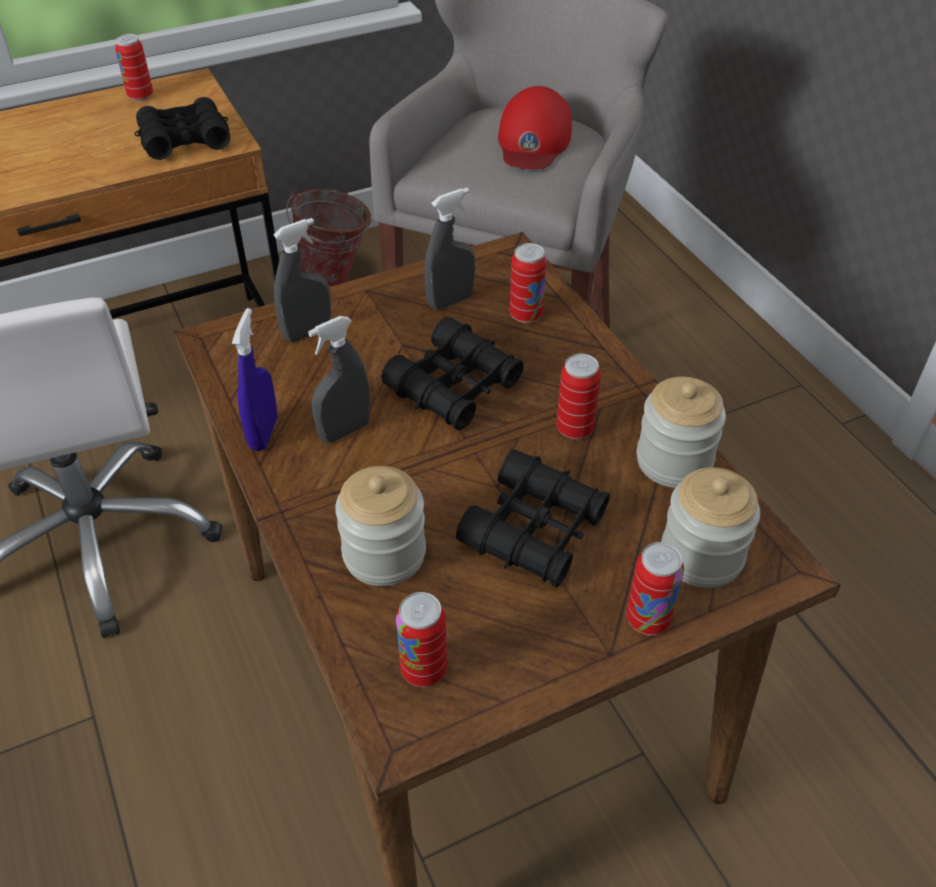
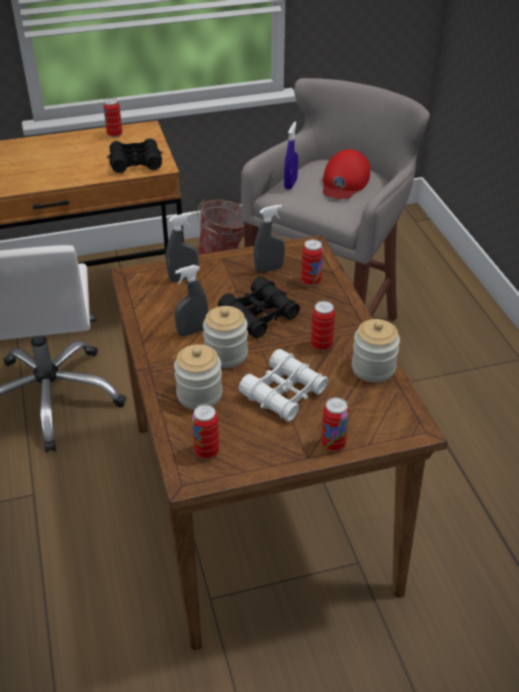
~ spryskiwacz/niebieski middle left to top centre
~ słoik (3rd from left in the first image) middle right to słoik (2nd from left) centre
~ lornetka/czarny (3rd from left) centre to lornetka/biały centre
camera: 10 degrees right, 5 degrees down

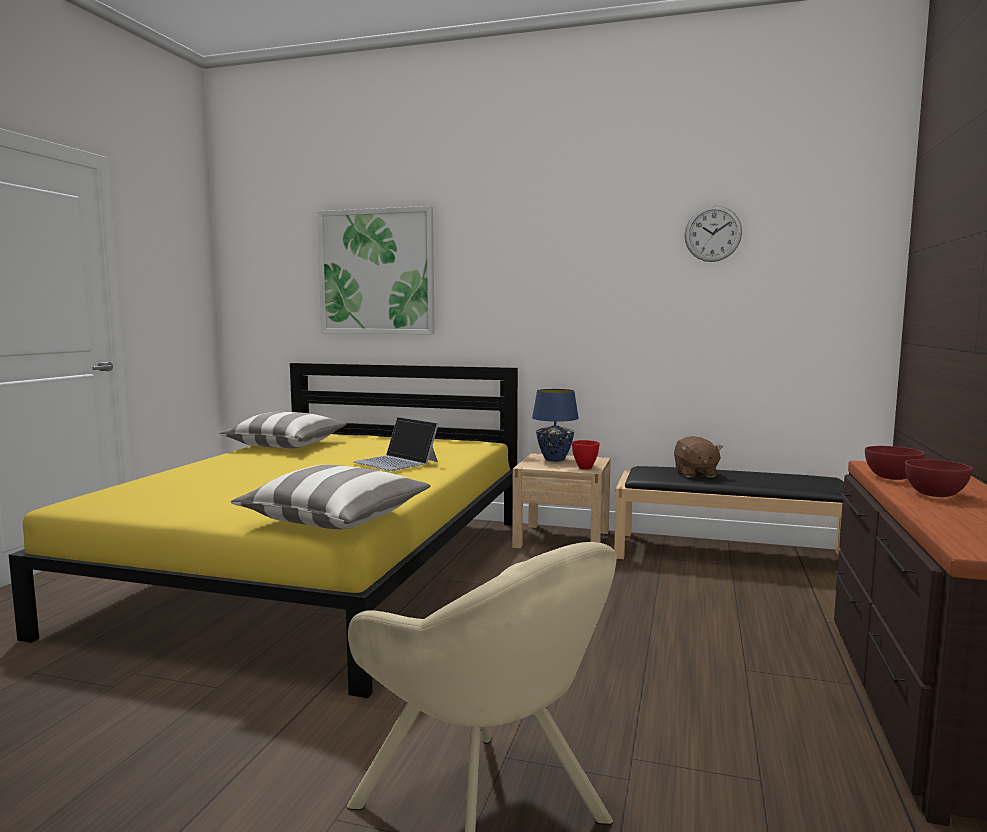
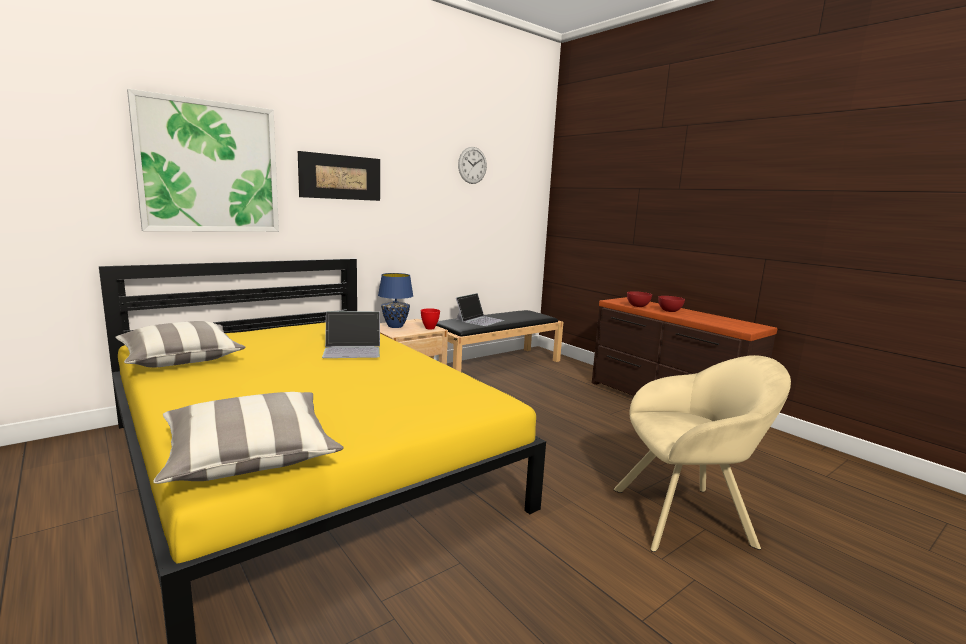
+ obraz (2nd from left) top centre
~ poduszka (2nd from left) centre to bottom left
~ pluszak/brązowy middle right to laptop (2nd from left) centre
camera: 55 degrees left, 5 degrees up

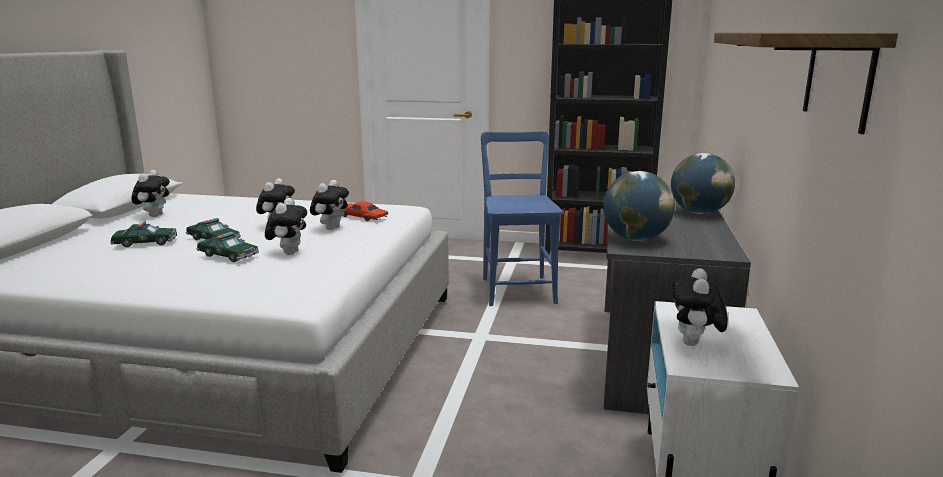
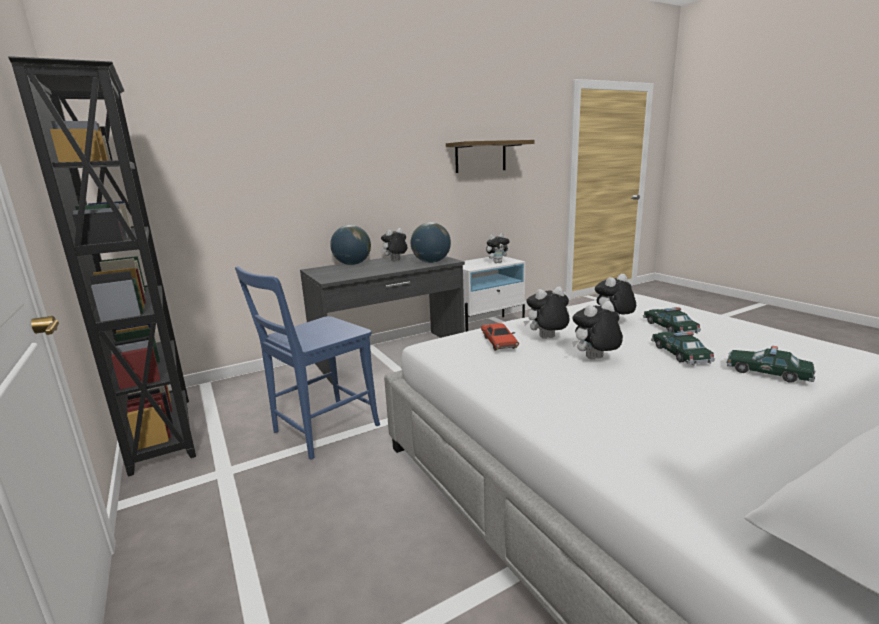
~ pluszak (1st from left) middle left to centre
camera: 130 degrees left, 0 degrees up

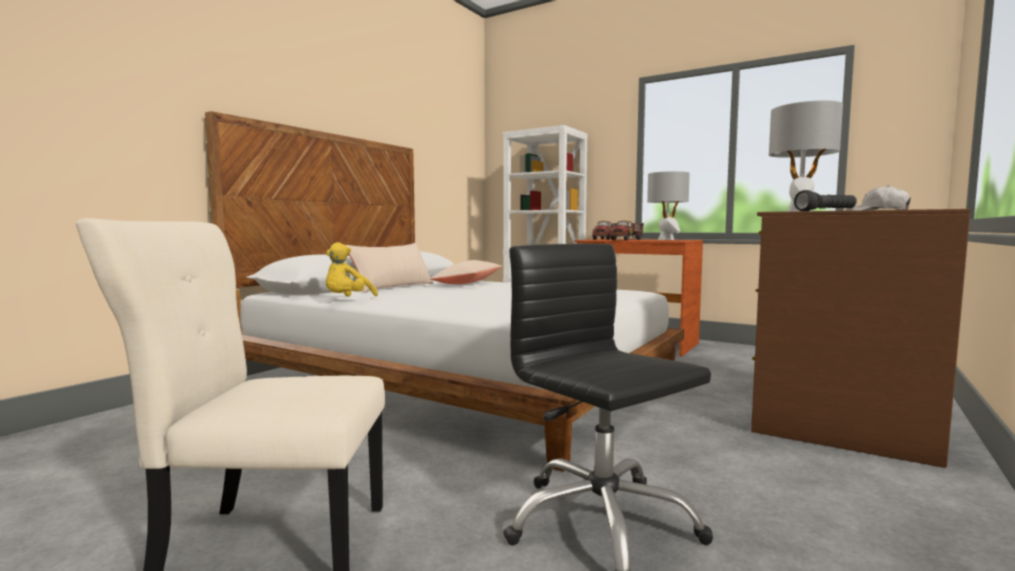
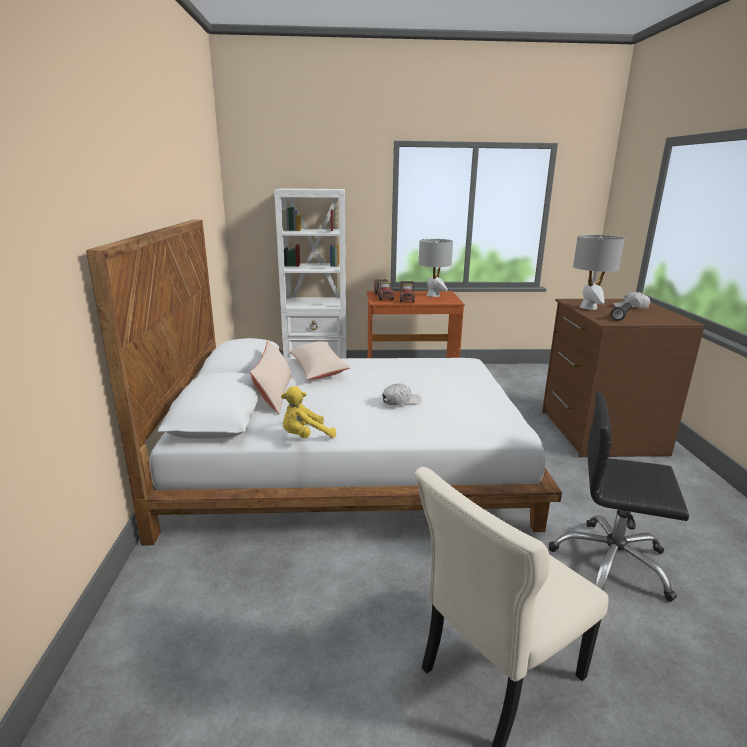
+ czapka z daszkiem/biały (1st from left) centre
~ pluszak/żółty centre = centre 75 degrees clockwise
camera: 35 degrees left, 15 degrees up

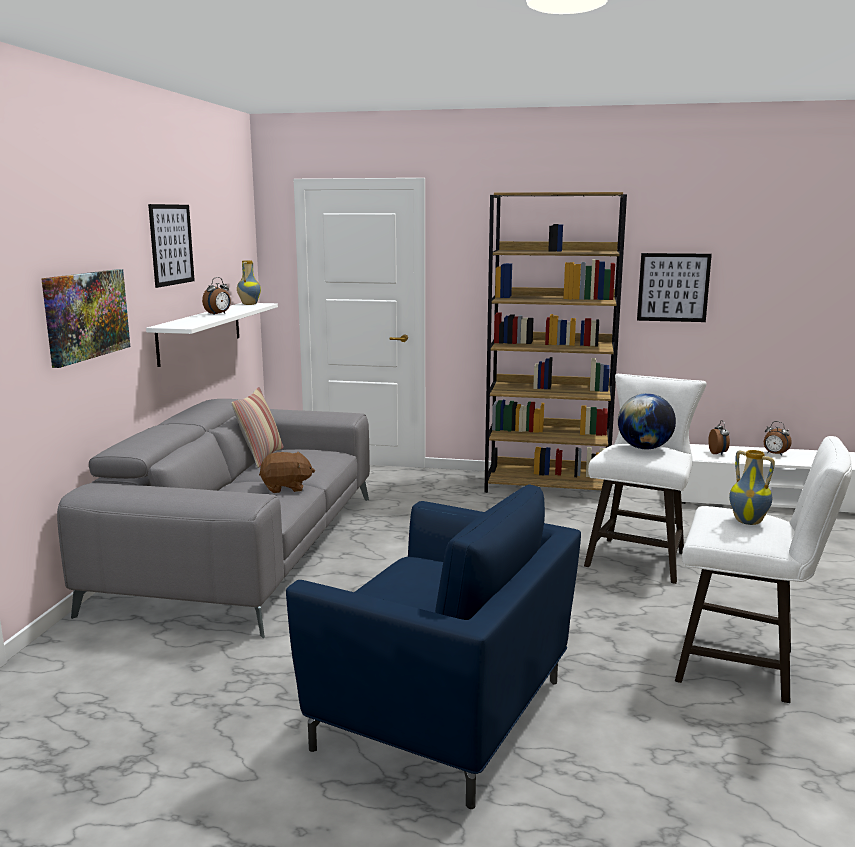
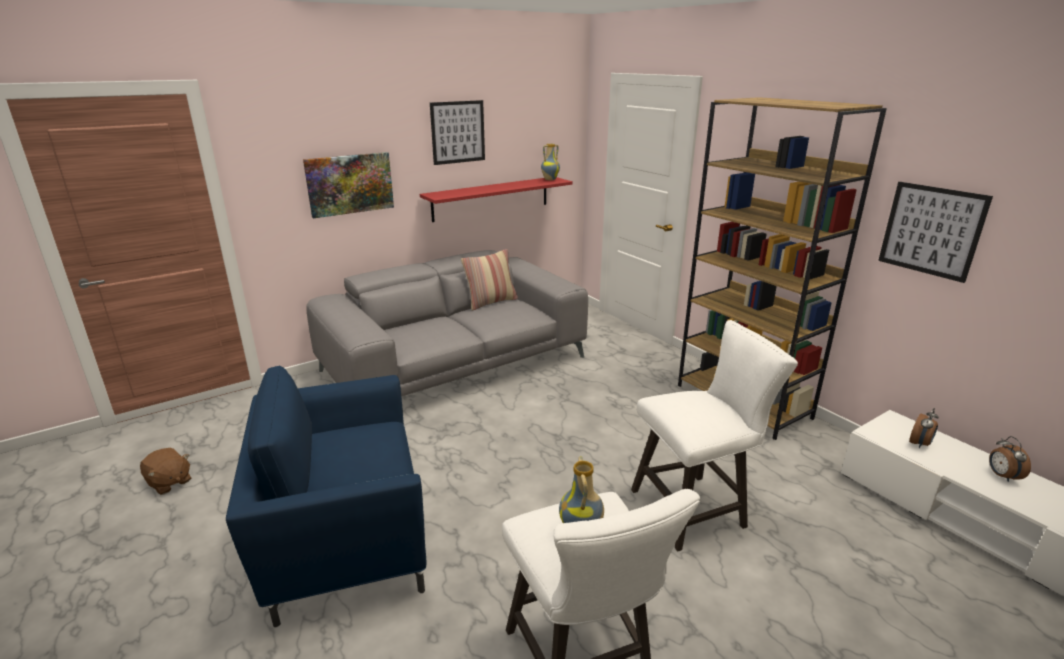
- budzik (1st from left) middle left
- globus middle right
~ pluszak/brązowy centre to bottom left
~ półka/biały middle left to półka/czerwony top centre
~ fotel/niebieski bottom centre = bottom left 90 degrees clockwise
camera: 45 degrees right, 10 degrees up

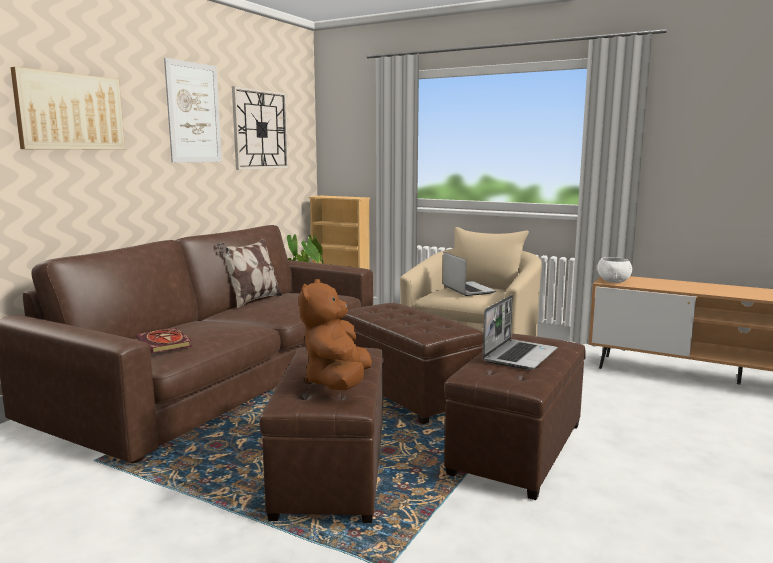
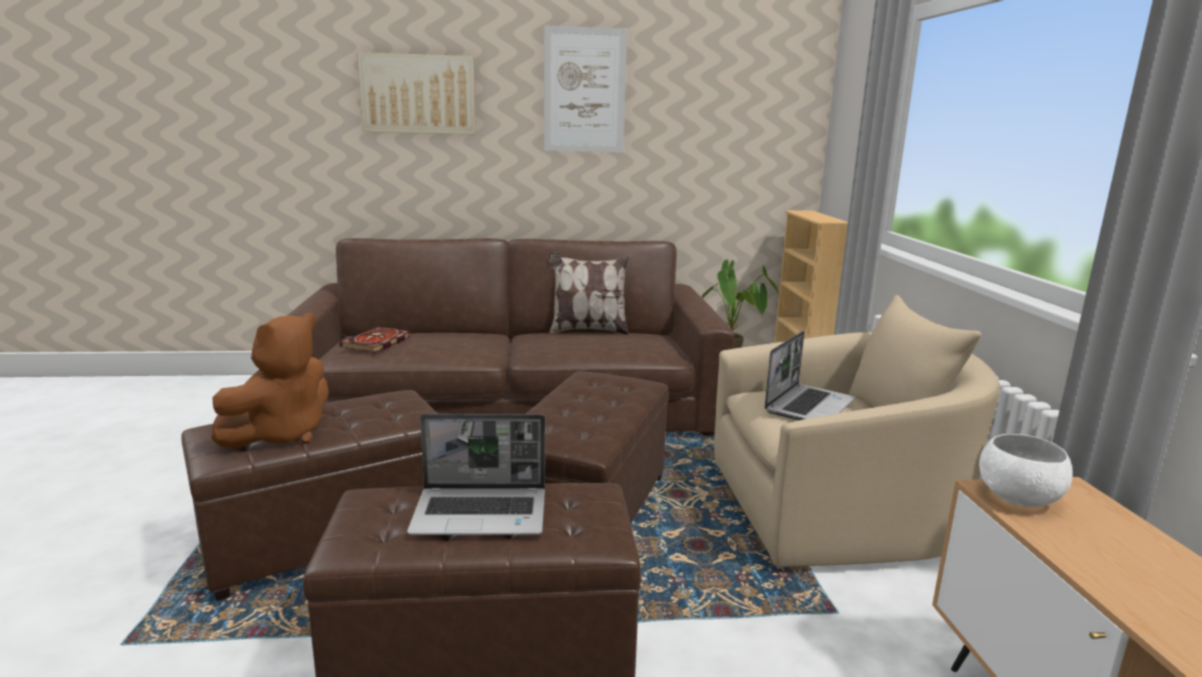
- zegar ścienny top centre
~ pluszak/brązowy centre = middle left 150 degrees clockwise
camera: 55 degrees right, 5 degrees up

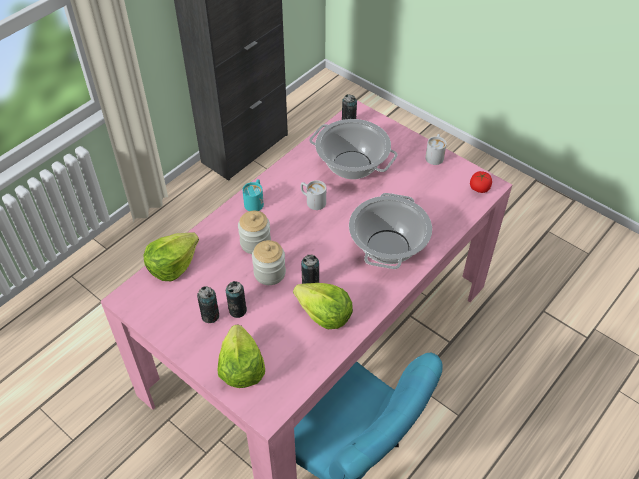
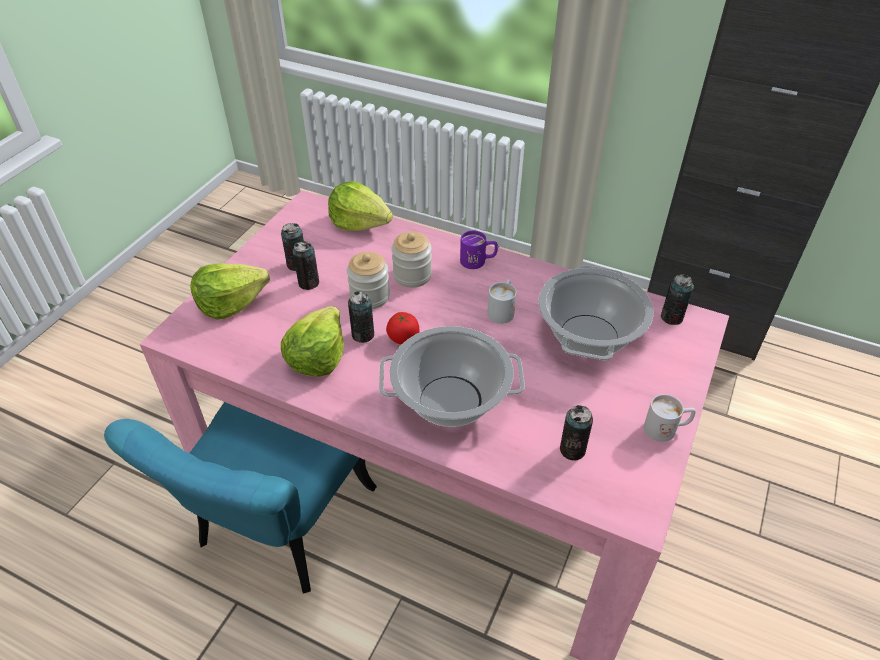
+ puszka (4th from left) centre
~ pomidor middle right to centre
~ kubek/turkusowy centre to kubek/fioletowy centre
camera: 75 degrees right, 5 degrees down

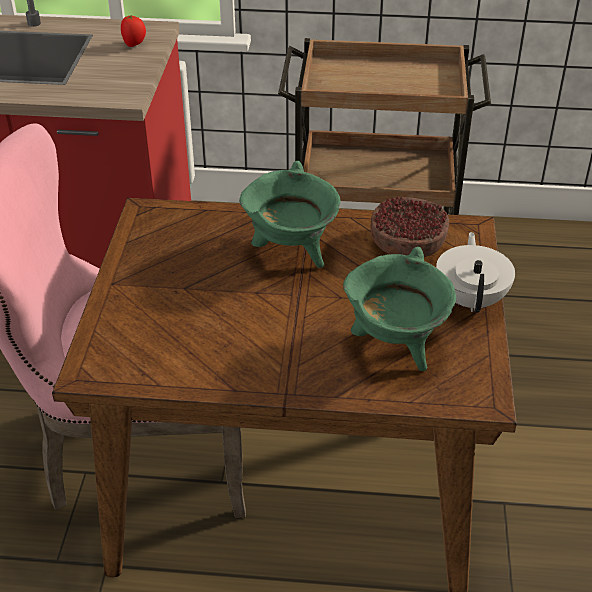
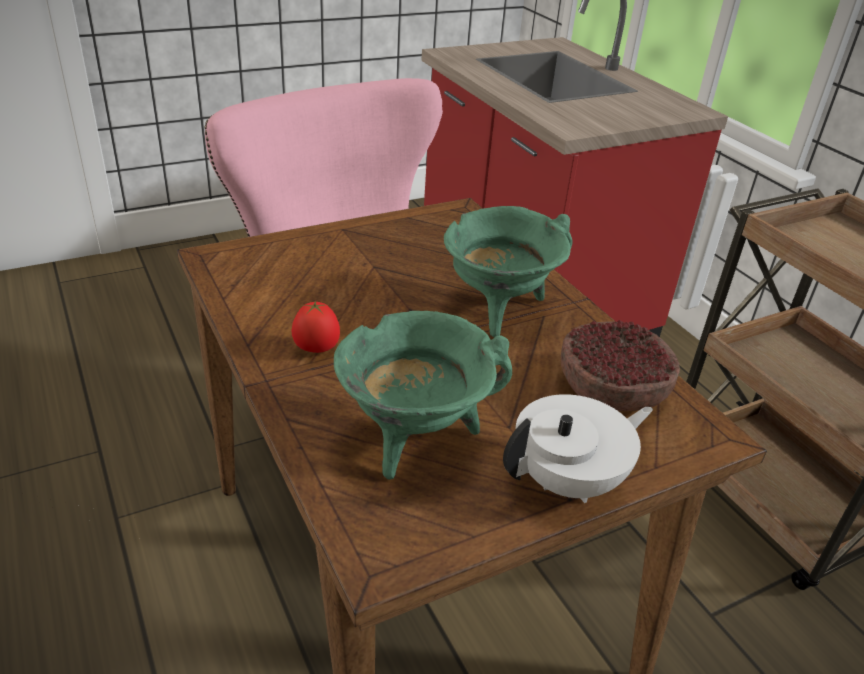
~ pomidor top left to centre
camera: 55 degrees right, 5 degrees down

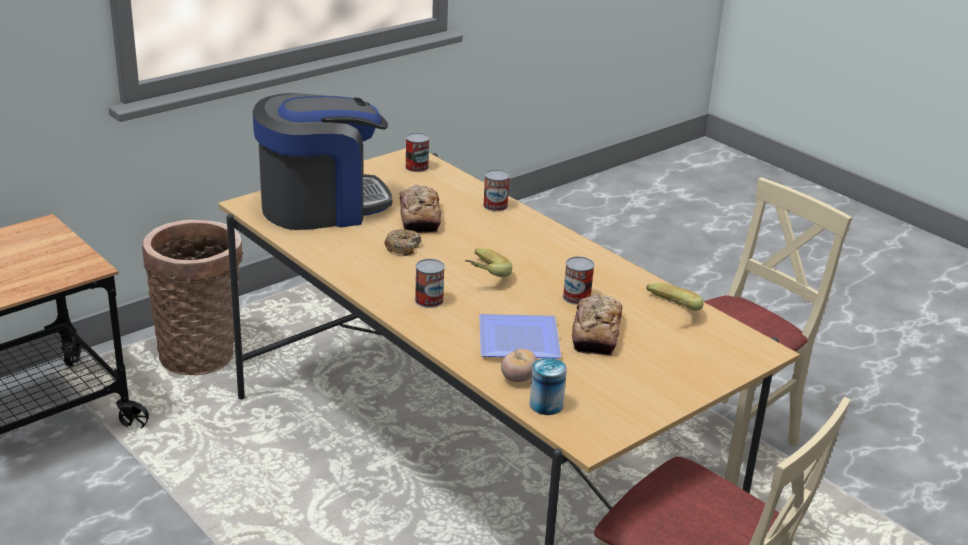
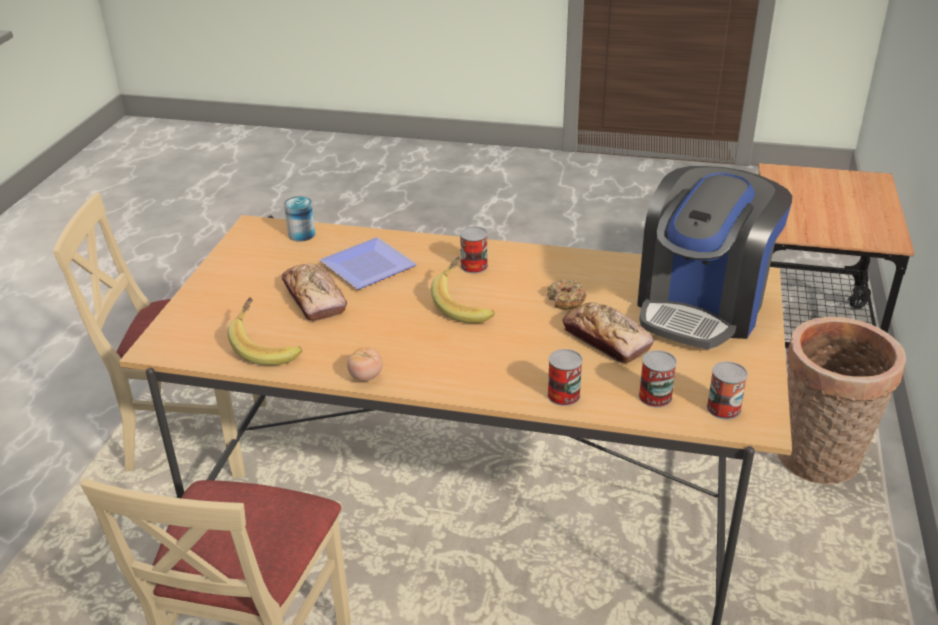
~ pomidor bottom centre to centre
~ puszka (5th from left in the first image) centre to puszka (4th from left) middle right
camera: 145 degrees right, 5 degrees up

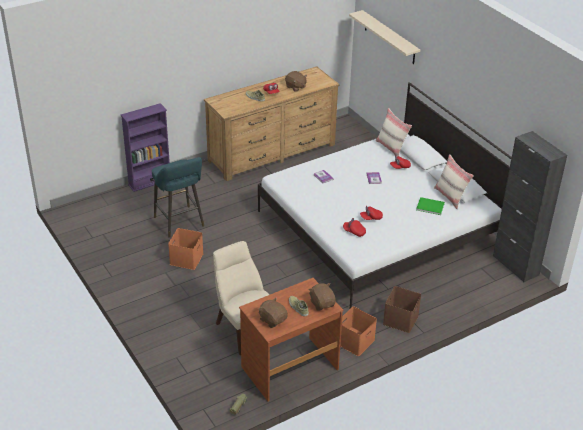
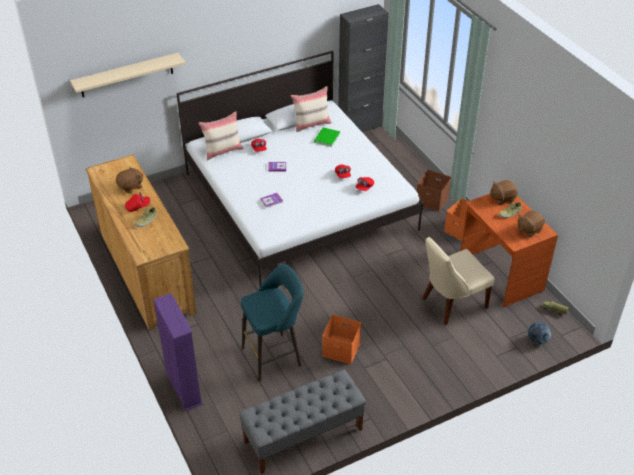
+ ławka/szary bottom centre
+ piłka futbolowa bottom right
camera: 85 degrees left, 5 degrees up

